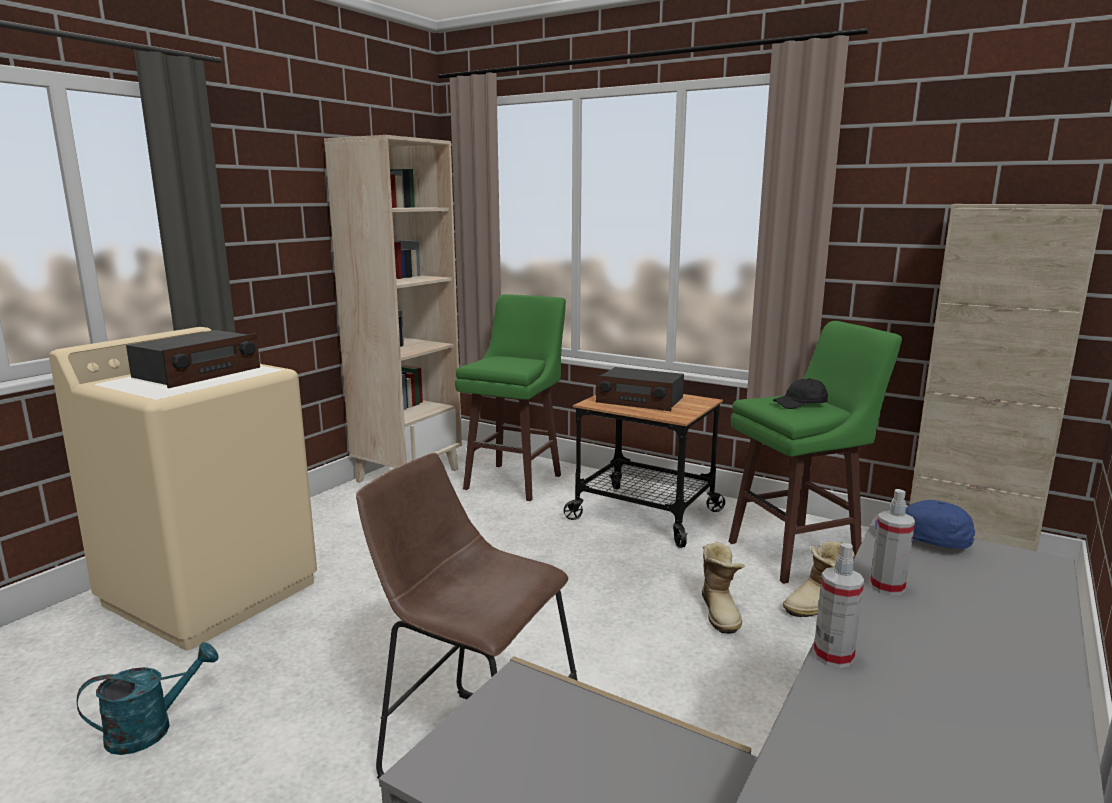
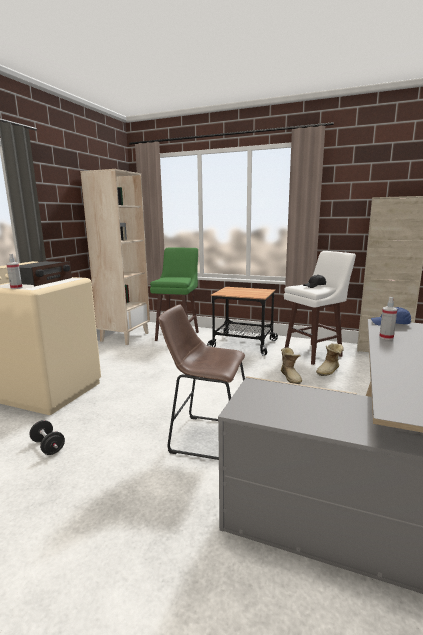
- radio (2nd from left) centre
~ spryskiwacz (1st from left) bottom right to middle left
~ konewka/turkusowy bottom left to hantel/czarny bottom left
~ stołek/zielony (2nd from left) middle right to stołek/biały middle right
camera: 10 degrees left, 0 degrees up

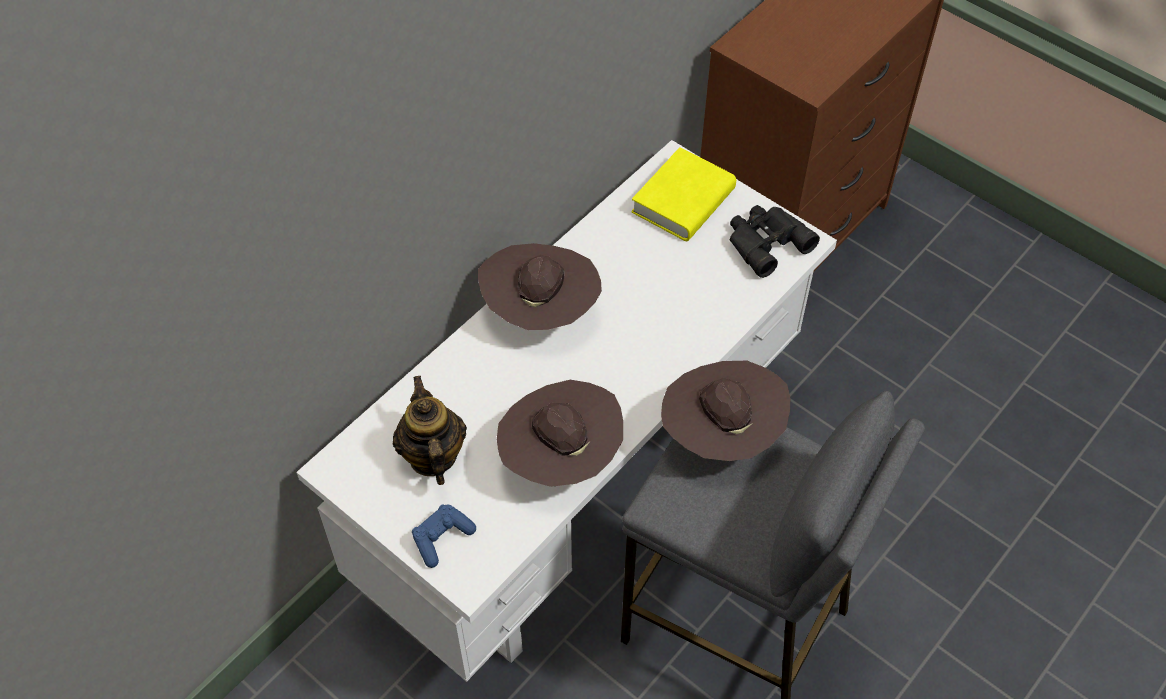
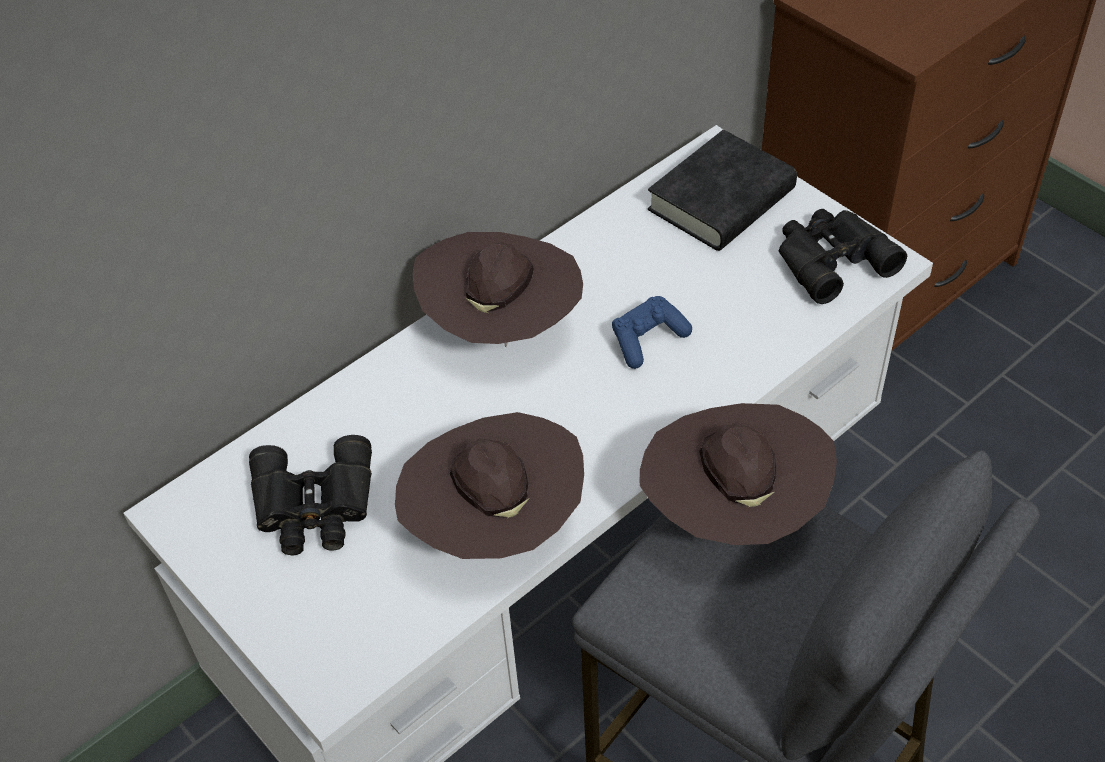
~ pad do gier/niebieski bottom centre to centre
~ imbryk centre to lornetka/czarny (1st from left) middle left
~ książka/żółty top centre to książka/czarny top centre
camera: 10 degrees right, 5 degrees down

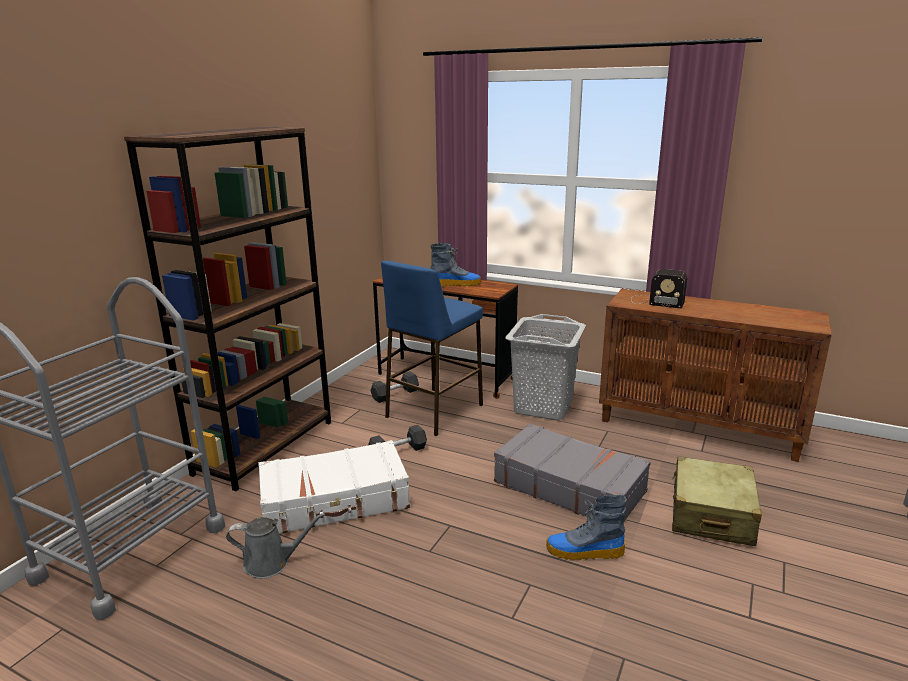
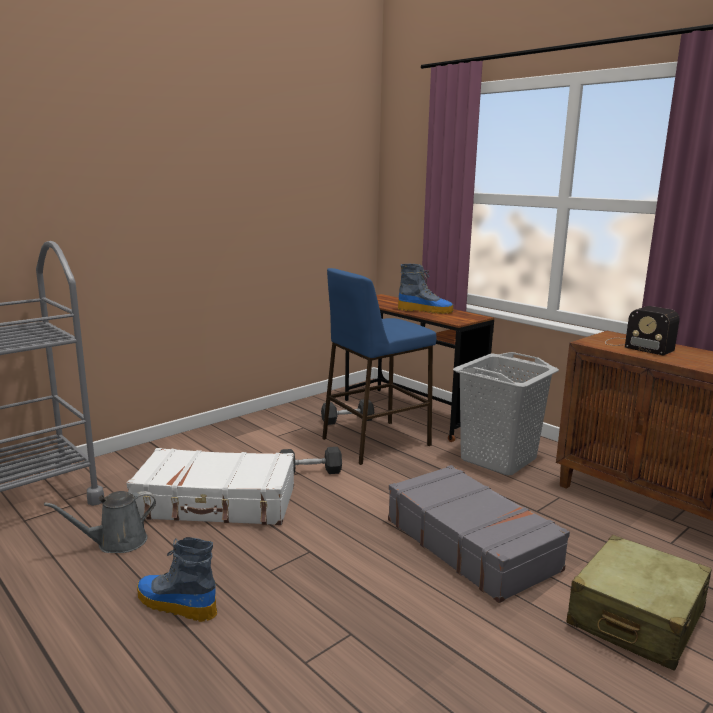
- regał/brązowy middle left
~ but z cholewką (2nd from left in the first image) bottom centre to but z cholewką (1st from left) bottom left
~ konewka/szary bottom left = bottom left 135 degrees clockwise
camera: 20 degrees right, 5 degrees down

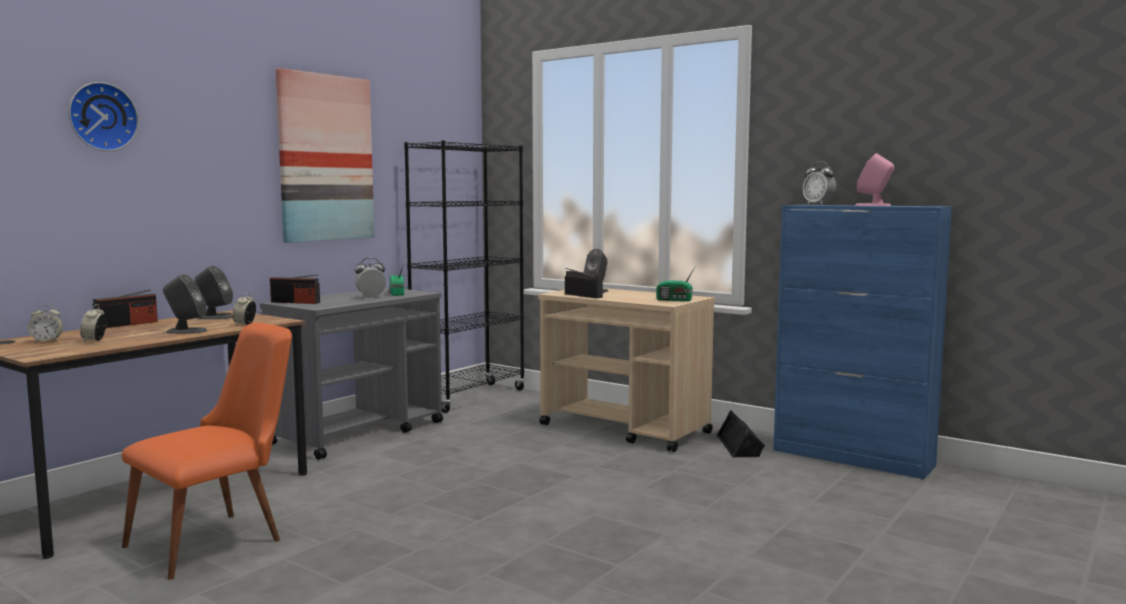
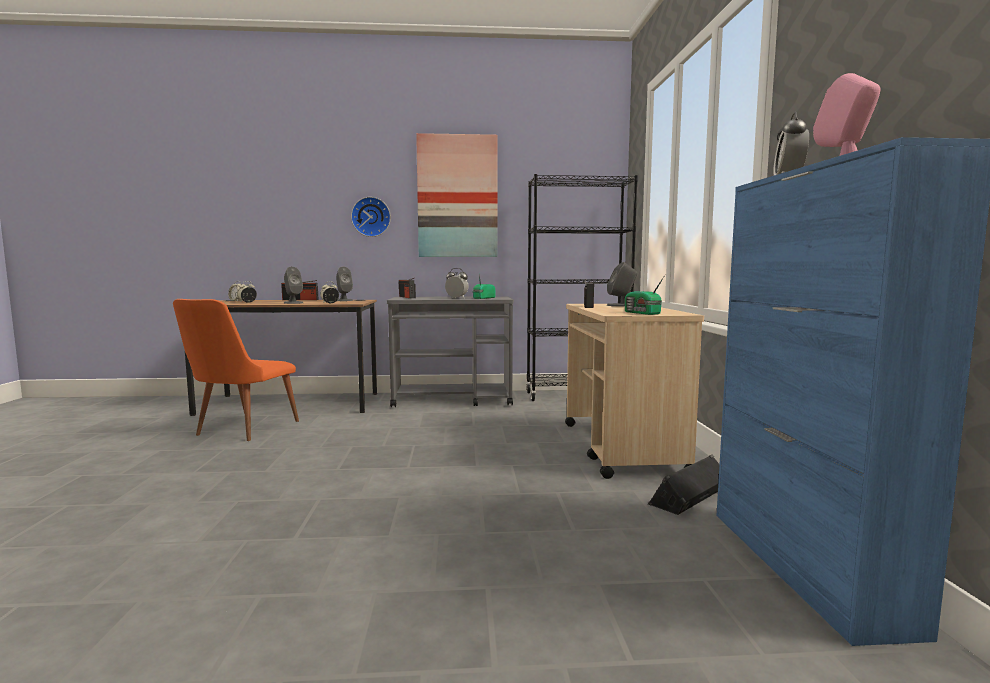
~ zegar ścienny top left to top centre
~ krzesło/pomarańczowy bottom left = middle left 105 degrees clockwise
camera: 50 degrees right, 0 degrees up

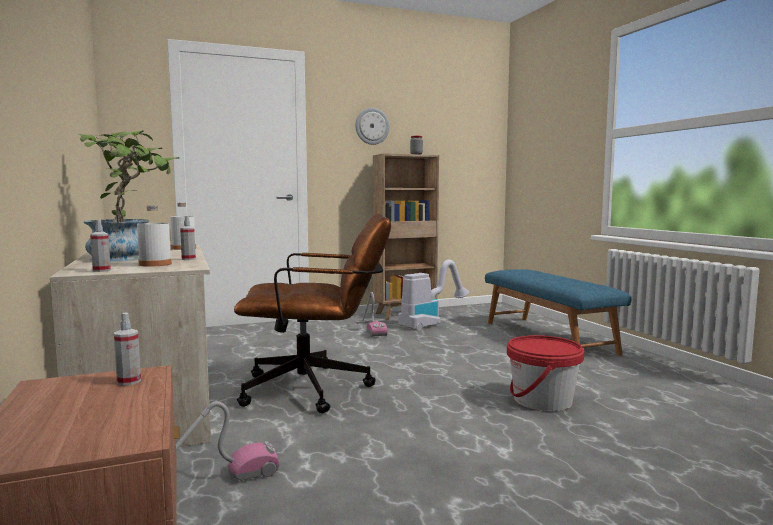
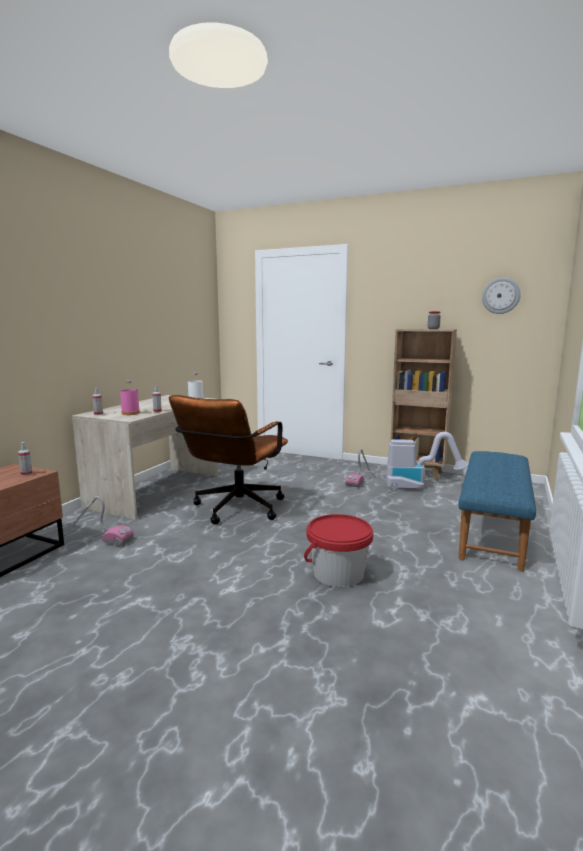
- roślina doniczkowa middle left
~ zegar ścienny top centre to middle right
~ butelka/biały (1st from left) middle left to butelka/różowy middle left
~ krzesło biurowe/brązowy centre = centre 75 degrees clockwise
camera: 45 degrees right, 5 degrees up

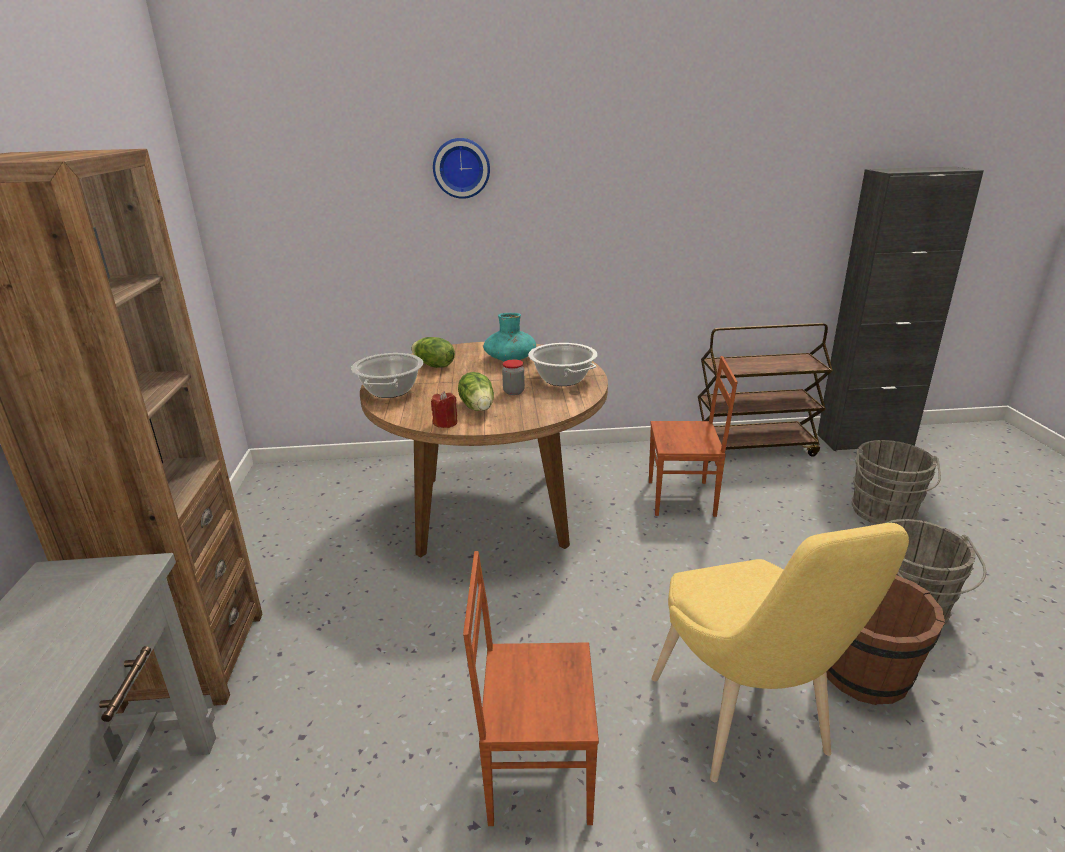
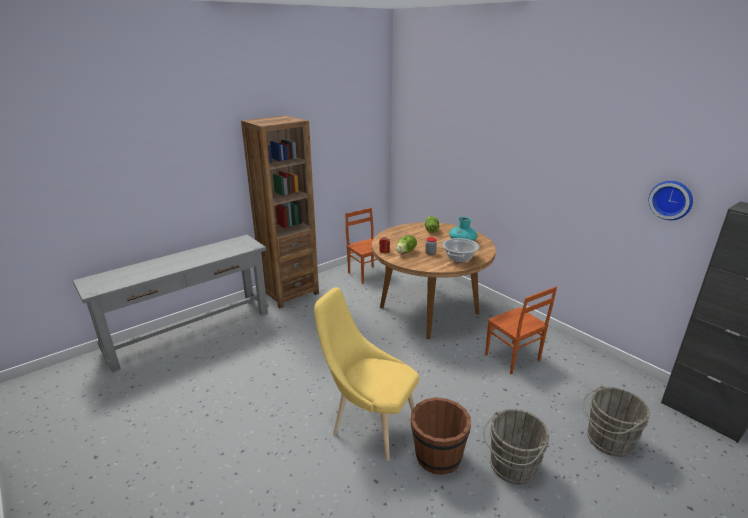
- garnek (1st from left) centre
- wózek/brązowy middle right
~ zegar ścienny top centre to middle right
~ krzesło/brązowy (1st from left) bottom centre to centre
~ krzesło/żółty bottom right = bottom centre 75 degrees clockwise
camera: 55 degrees right, 0 degrees up

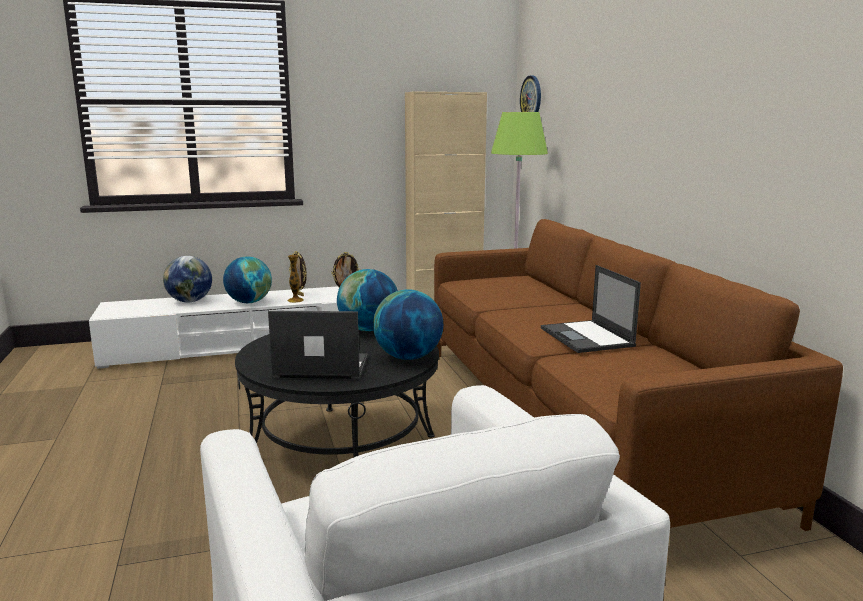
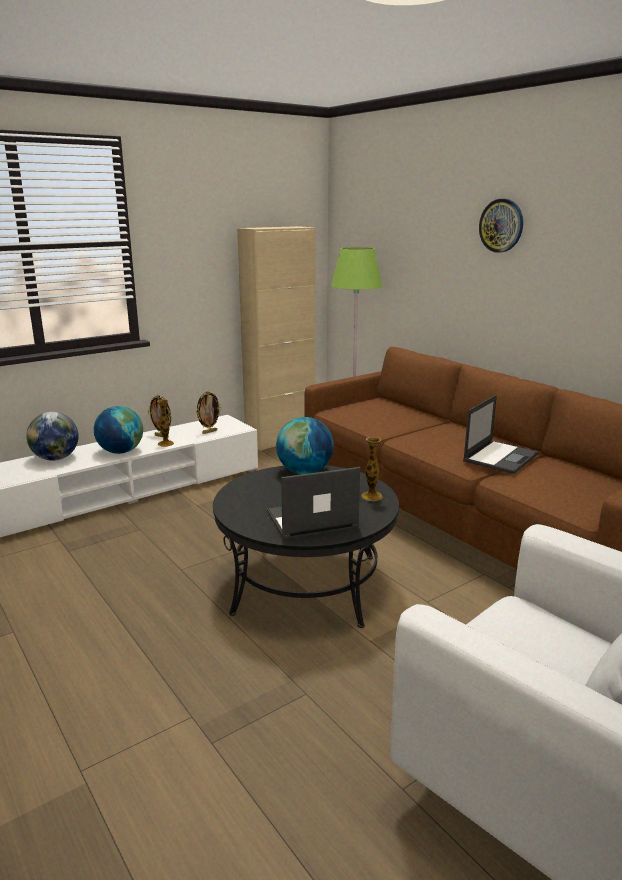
~ zegar ścienny top centre to top right
~ globus (4th from left) centre to wazon (2nd from left) centre
~ laptop (2nd from left) middle right = middle right 105 degrees counterclockwise
camera: 20 degrees left, 5 degrees up

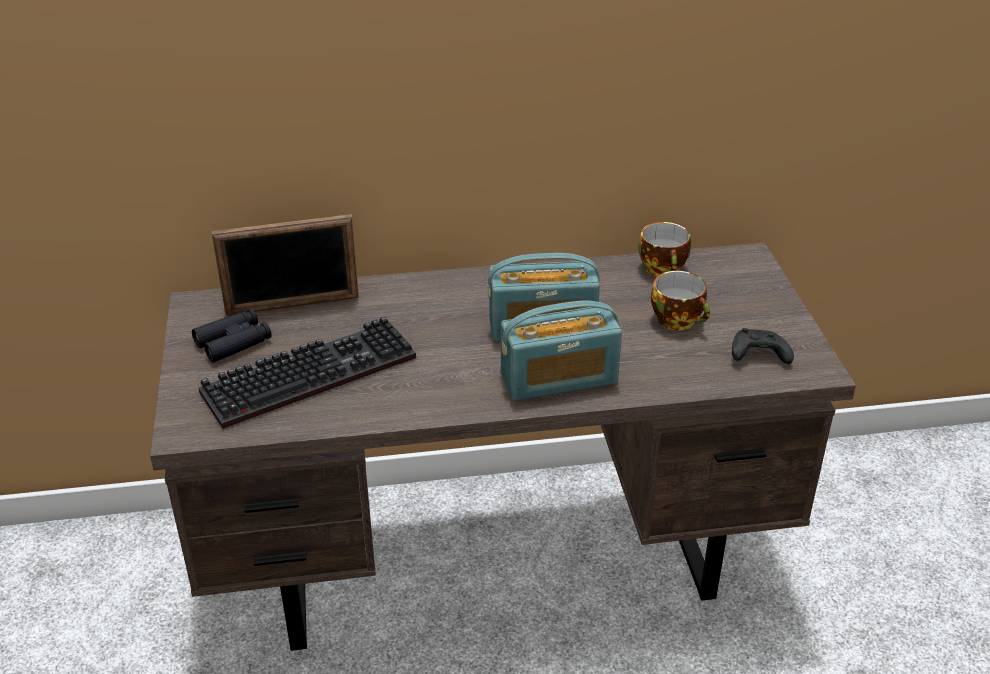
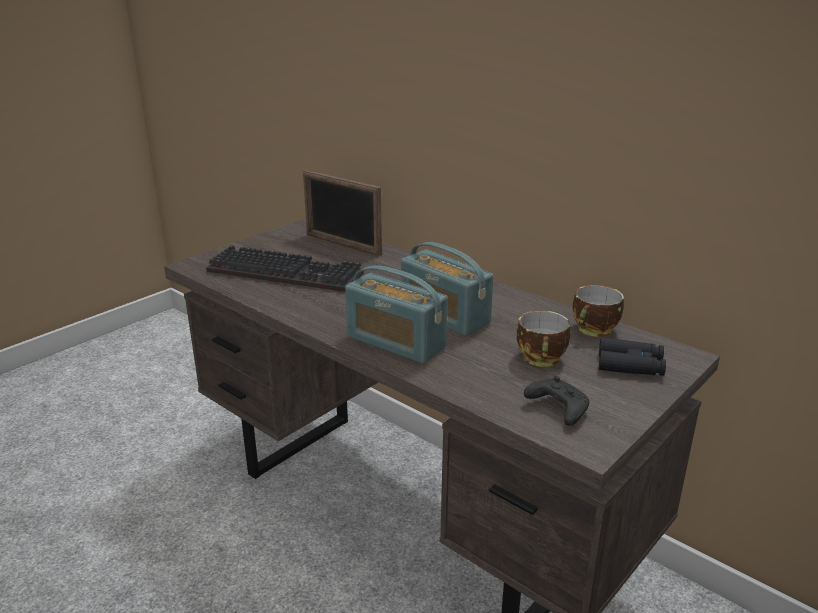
~ lornetka/czarny middle left to middle right
camera: 50 degrees right, 10 degrees down

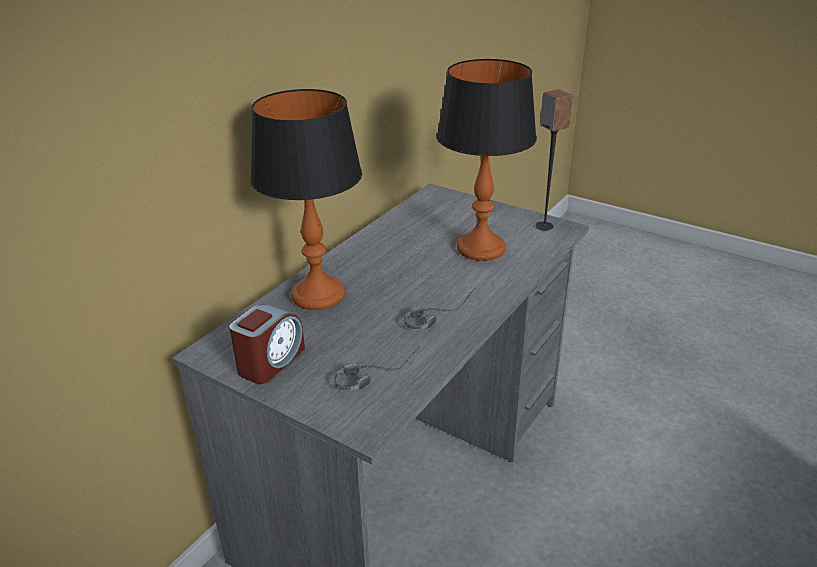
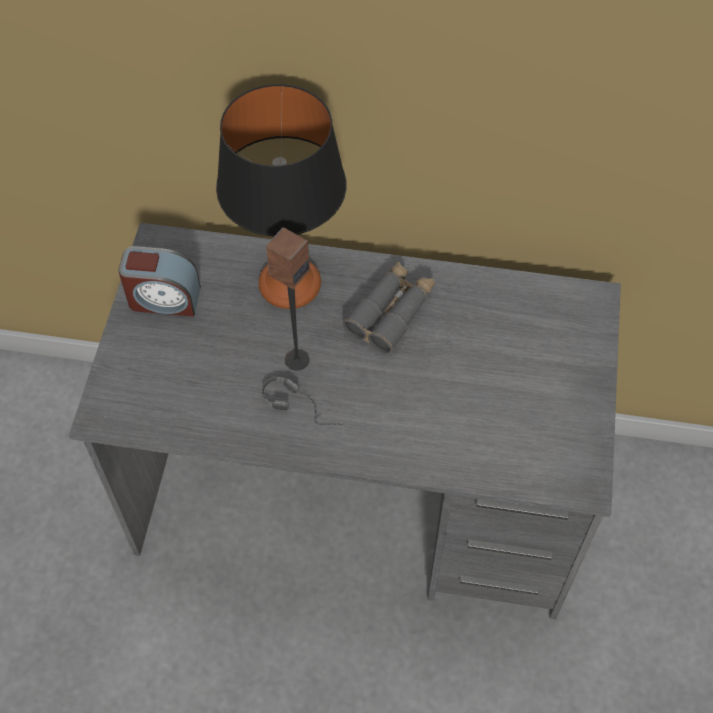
- słuchawki (1st from left) centre
- lampa stołowa (2nd from left) top centre
+ lornetka/szary centre
~ głośnik top right to centre
camera: 65 degrees right, 25 degrees up

